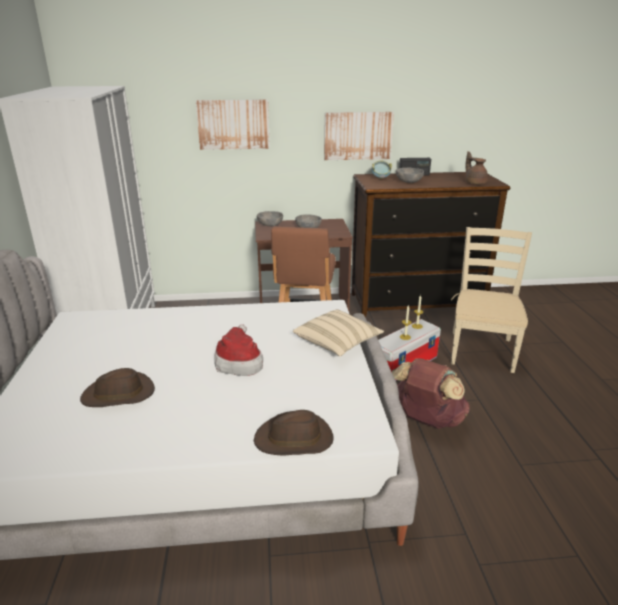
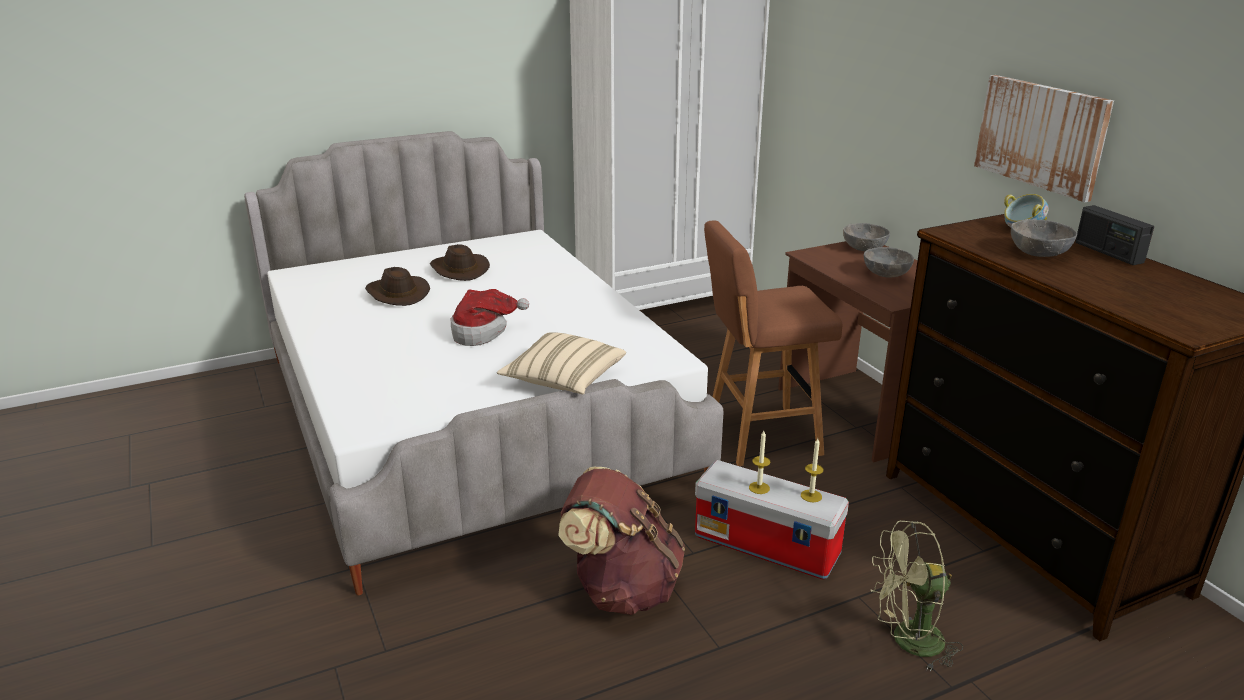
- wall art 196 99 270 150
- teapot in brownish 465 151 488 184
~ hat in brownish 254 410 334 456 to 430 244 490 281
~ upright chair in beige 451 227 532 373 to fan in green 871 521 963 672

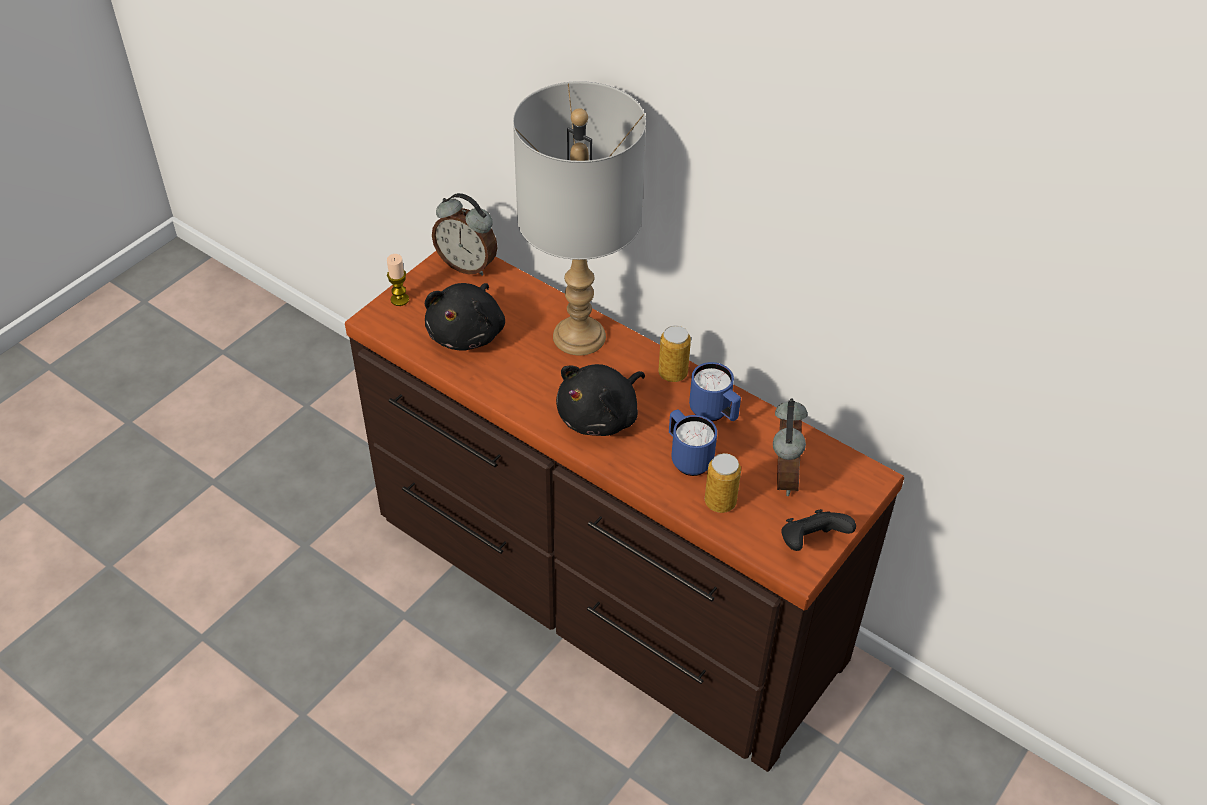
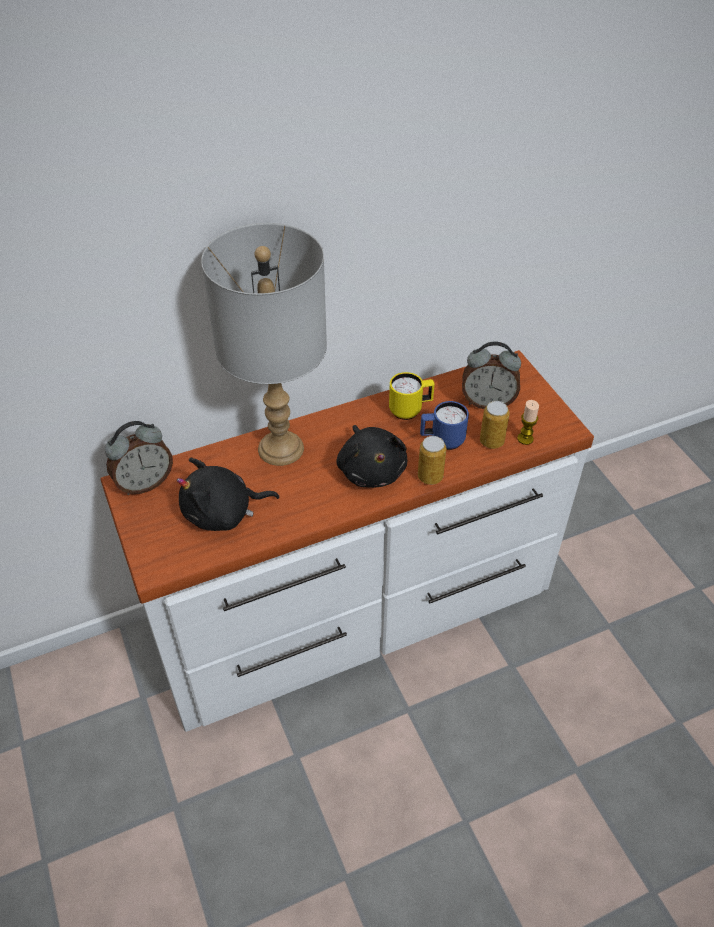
- joypad in black-coloured 781 509 856 551
~ wax light 387 254 409 306 to 517 400 539 445
~ metal can 658 325 691 382 to 418 436 446 485
~ drawer chest in brownish 345 251 904 772 to drawer chest in whitish 100 350 594 732
~ tea mug in blue-coloured 689 362 741 421 to tea mug in yellowish 389 372 435 420
~ plush toy in black-coloured 425 283 505 351 = 177 458 279 531 120 degrees clockwise
~ table clock 773 398 808 496 = 462 342 521 409 150 degrees clockwise

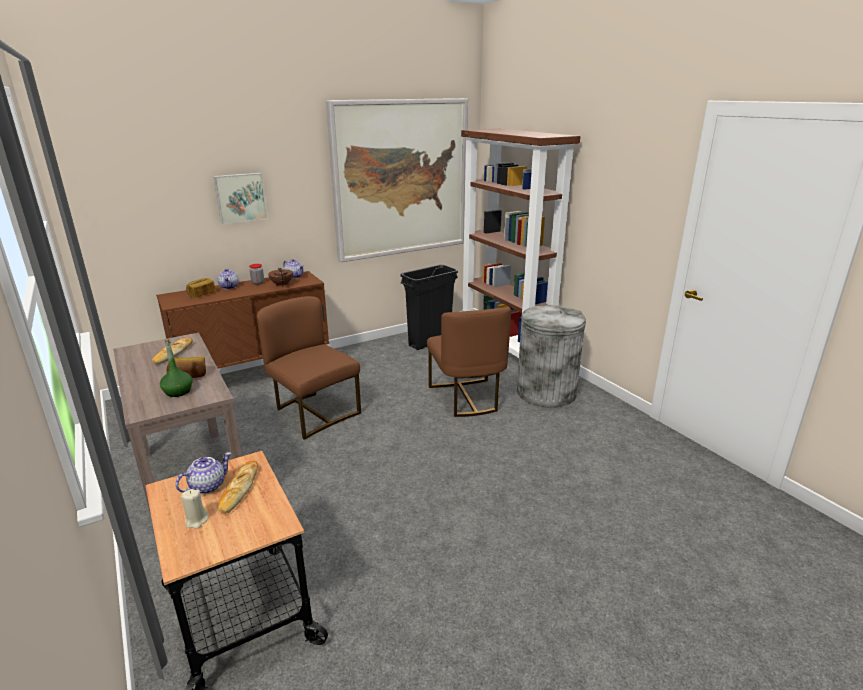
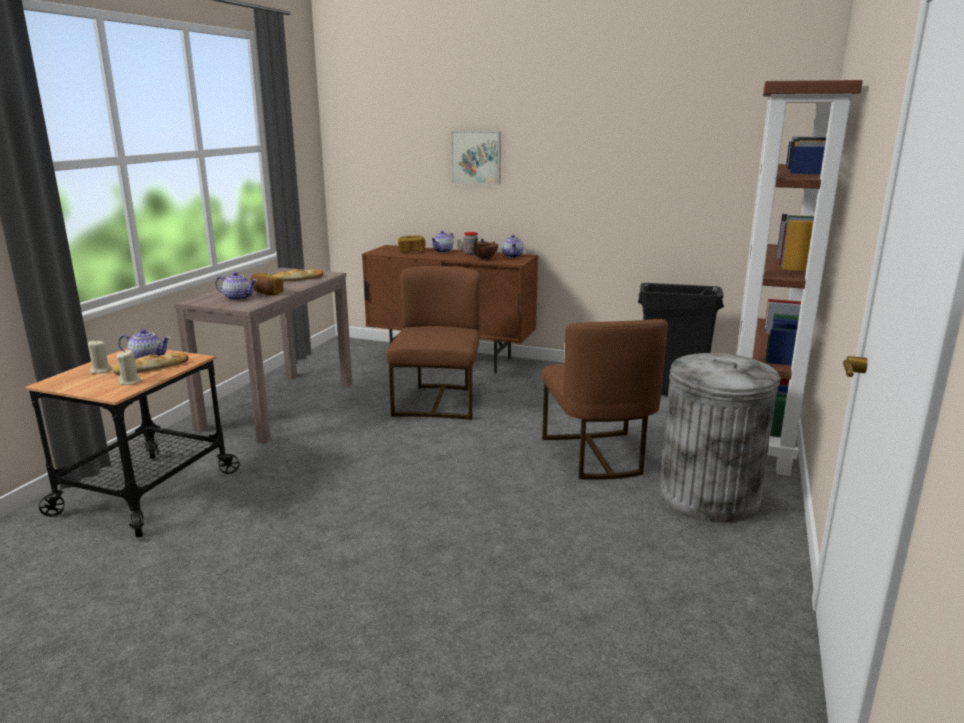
- wall art 326 98 468 262
+ wax light in beige 117 350 142 385
~ bottle in green 160 339 193 397 to teapot 215 272 257 301
~ upright chair in brownish 427 307 511 417 = 542 319 668 480 45 degrees counterclockwise

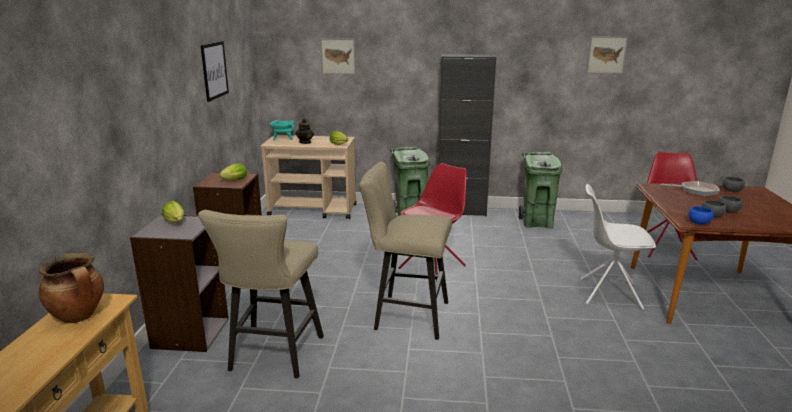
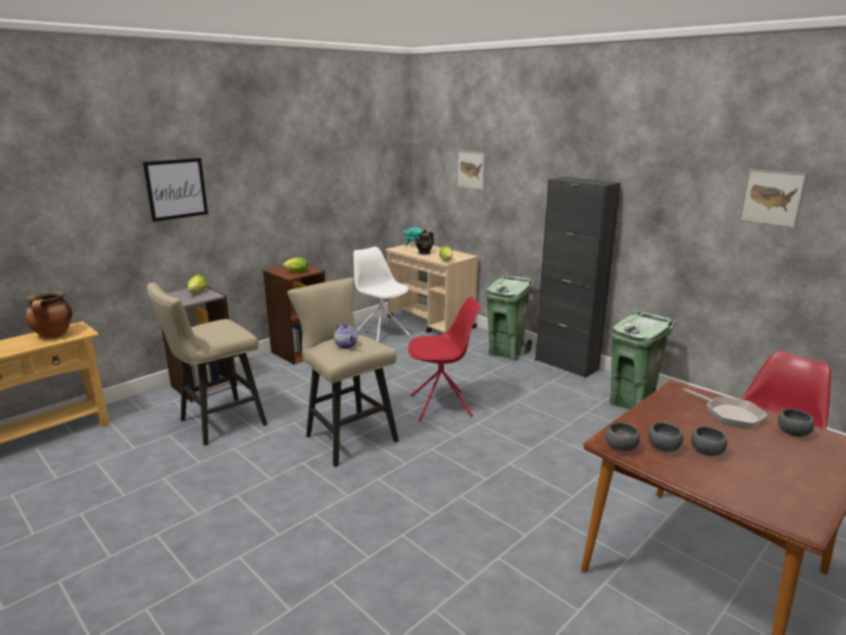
+ teapot 334 324 358 349
~ wall art 201 41 229 102 to 143 158 208 222
~ upright chair in whitish 580 184 656 310 to 354 247 410 342
~ serving bowl in blue-coloured 688 206 714 224 to serving bowl in grey 606 422 640 451

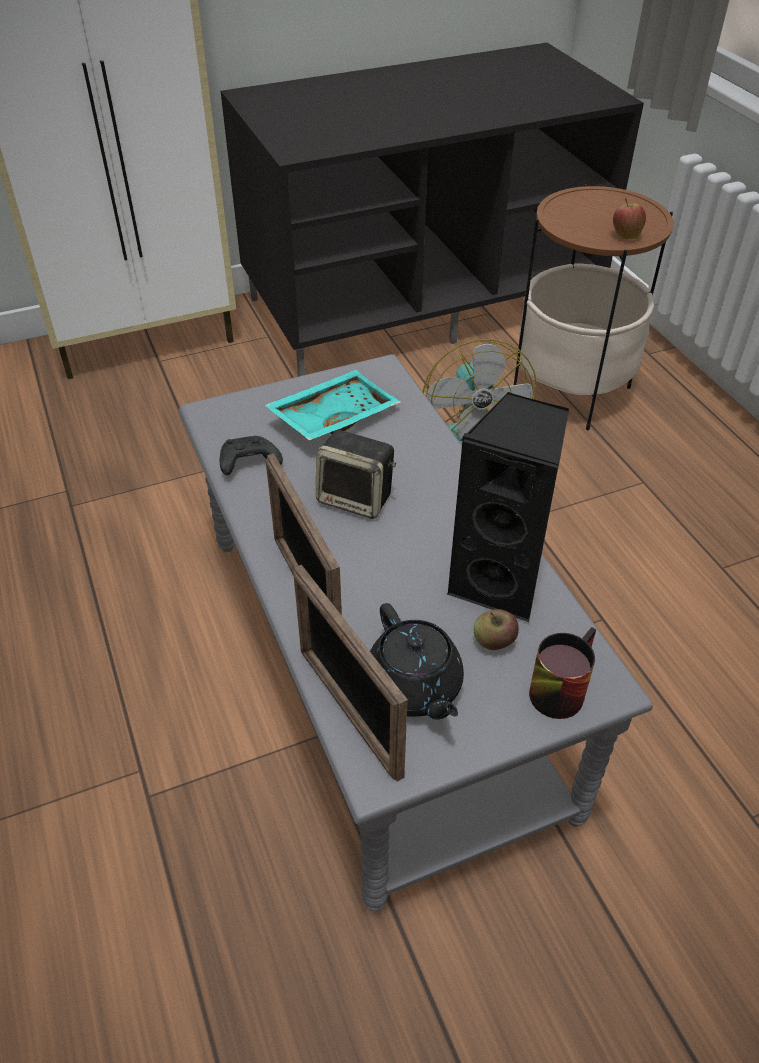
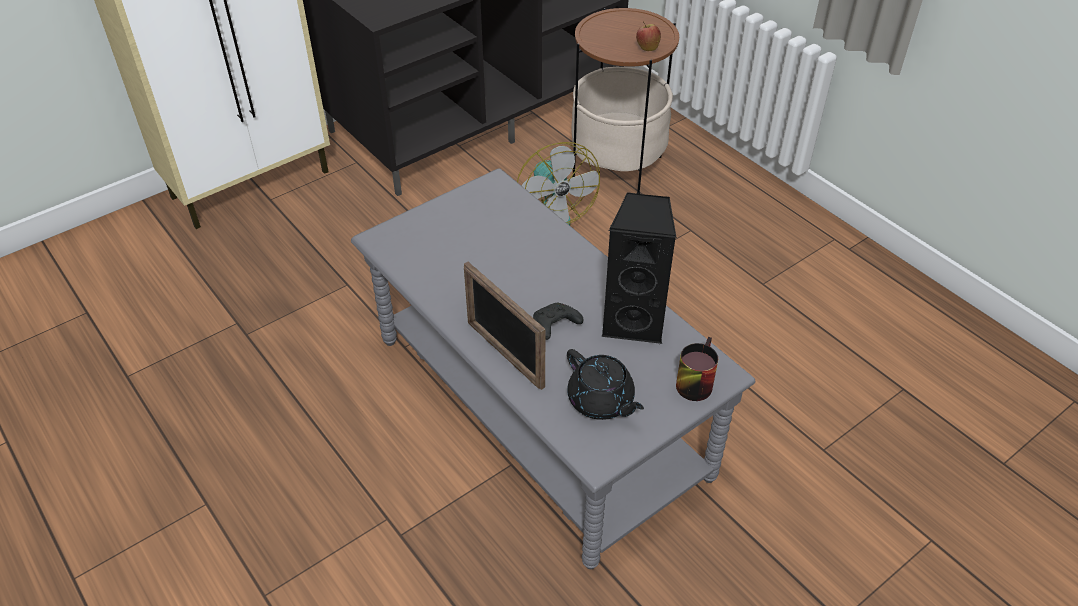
- carrying tray in turquoise-coloured 265 370 401 441
- standing frame 293 565 408 782
- loudspeaker 316 430 396 519
- apple 474 609 519 650
~ joypad in black-coloured 220 436 283 475 to 533 303 583 340

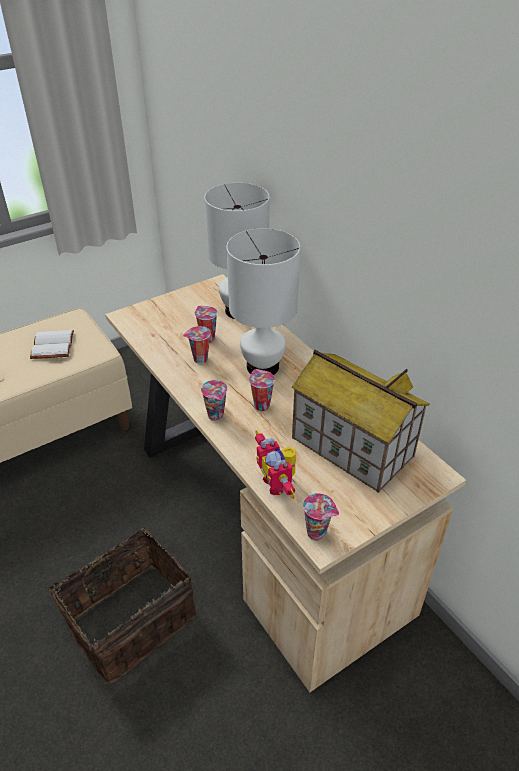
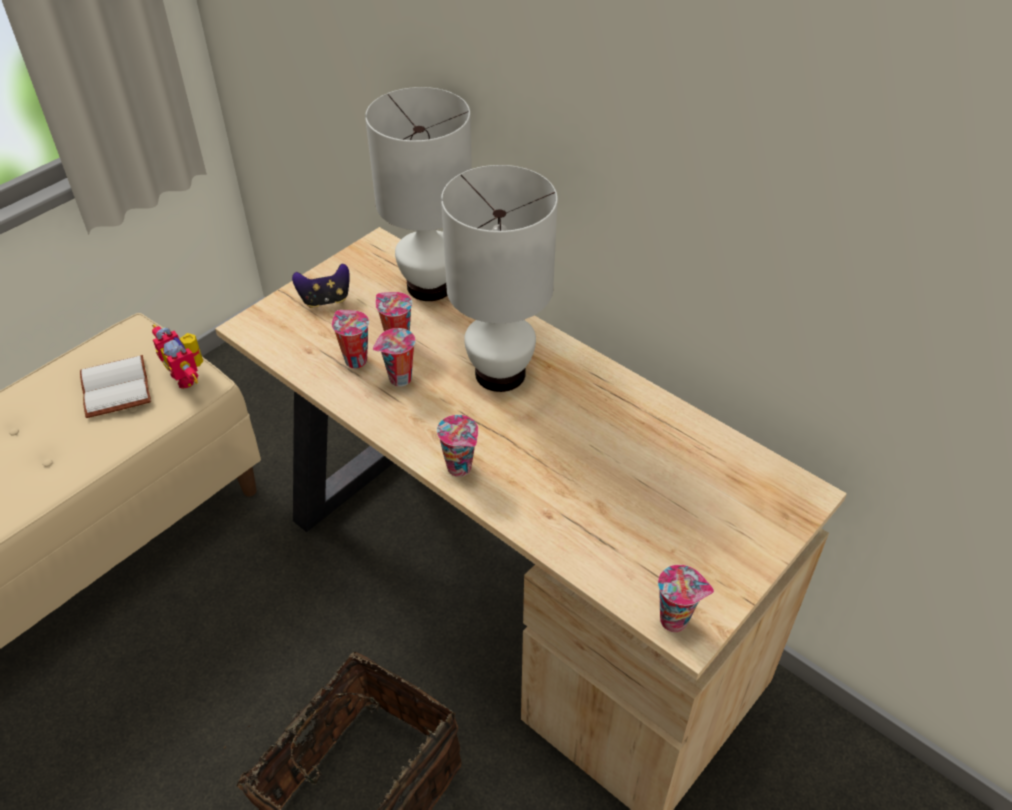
- toy house 292 350 430 493
+ joypad 292 264 350 308
~ small cup 249 369 275 411 to 332 310 369 368
~ model robot 255 430 296 499 to 152 324 203 389

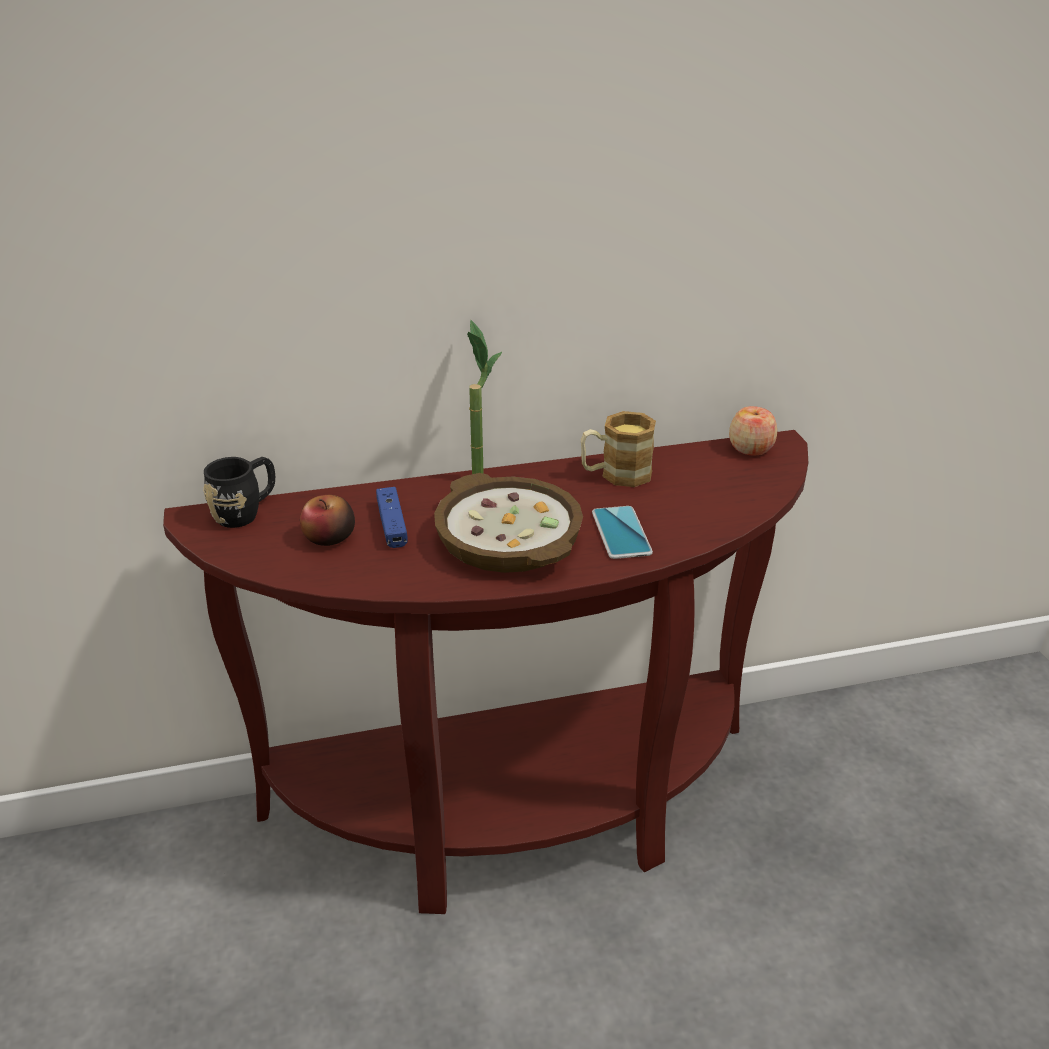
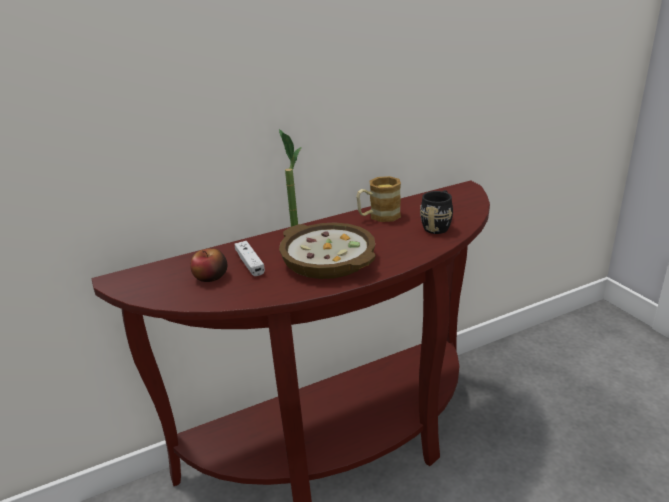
- phone 592 506 653 559
- apple 729 406 777 455
~ tea mug in black-coloured 203 457 275 528 to 420 190 453 234
~ joypad in blue-coloured 376 487 407 548 to joypad in whitish 235 241 265 276

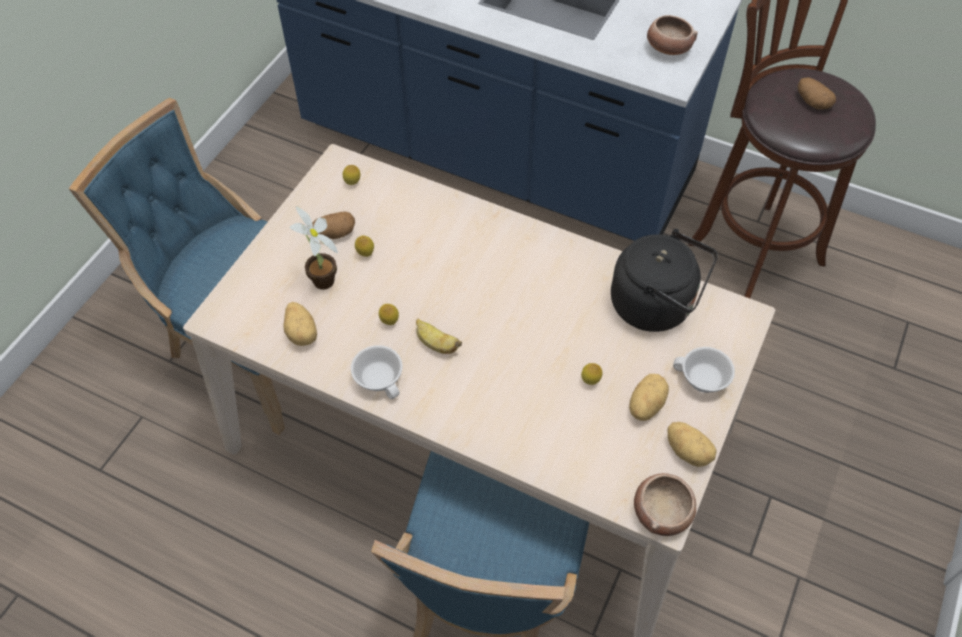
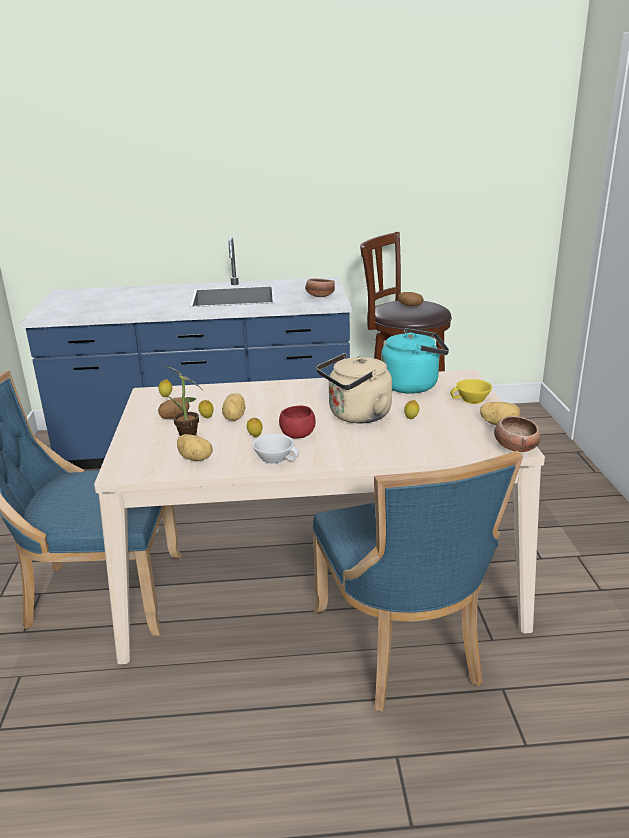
+ tea kettle in beige 316 353 392 423
~ whole potato 629 374 669 421 to 222 393 245 421
~ whole banana 416 319 462 354 to serving bowl in reddish 279 406 316 439
~ tea kettle in black-coloured 611 229 718 332 to tea kettle in turquoise-coloured 381 328 449 393
~ small cup in whitish 673 347 735 393 to small cup in yellowish 450 379 492 404

